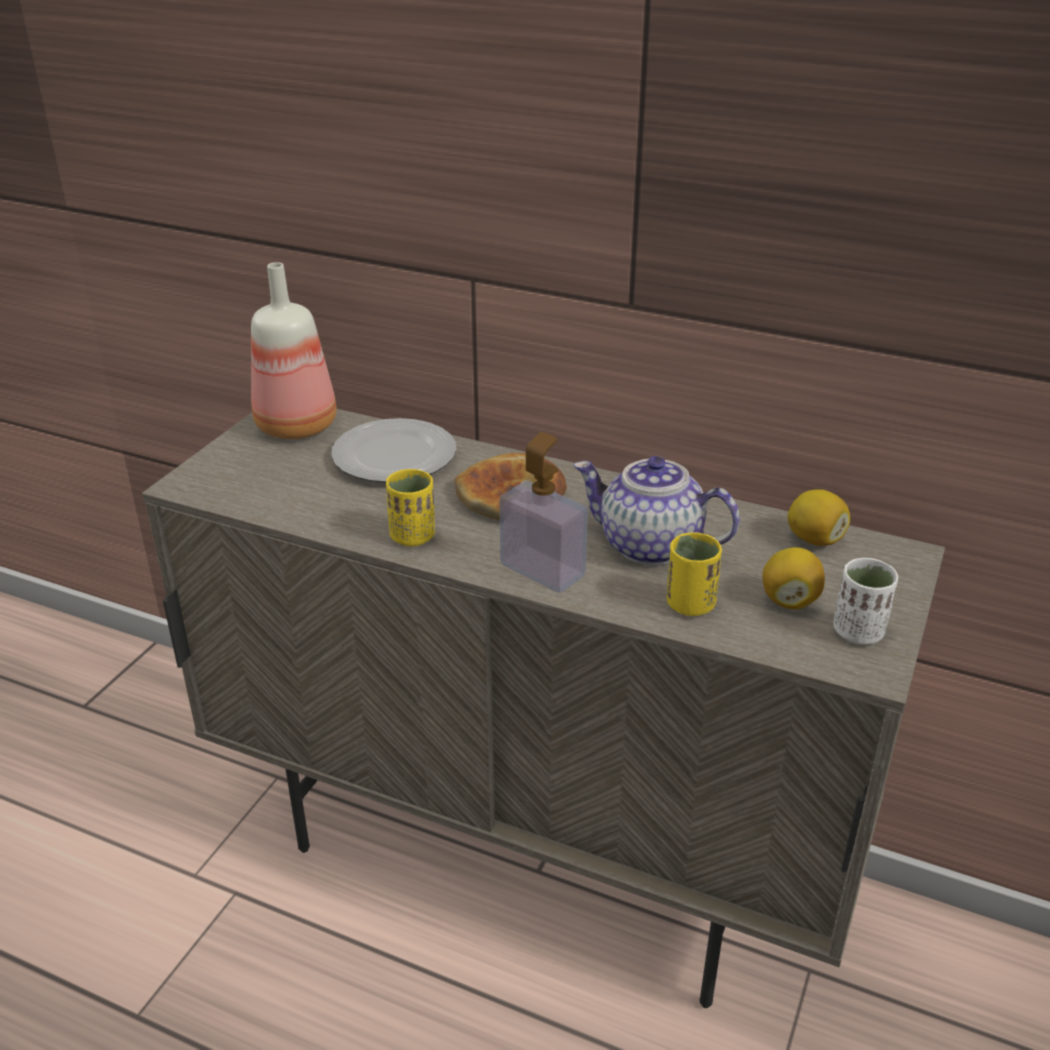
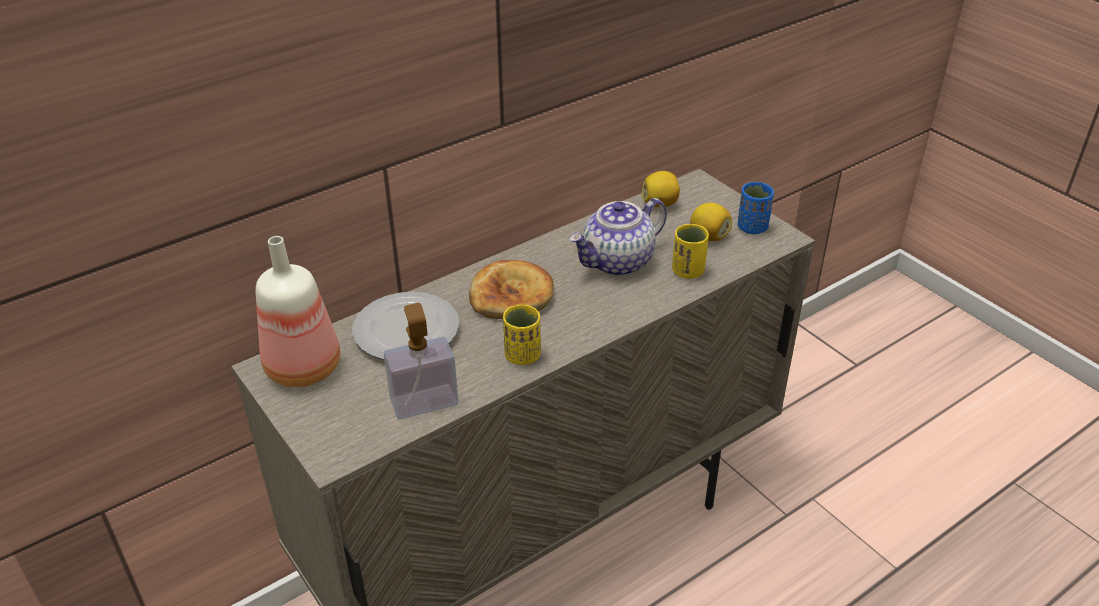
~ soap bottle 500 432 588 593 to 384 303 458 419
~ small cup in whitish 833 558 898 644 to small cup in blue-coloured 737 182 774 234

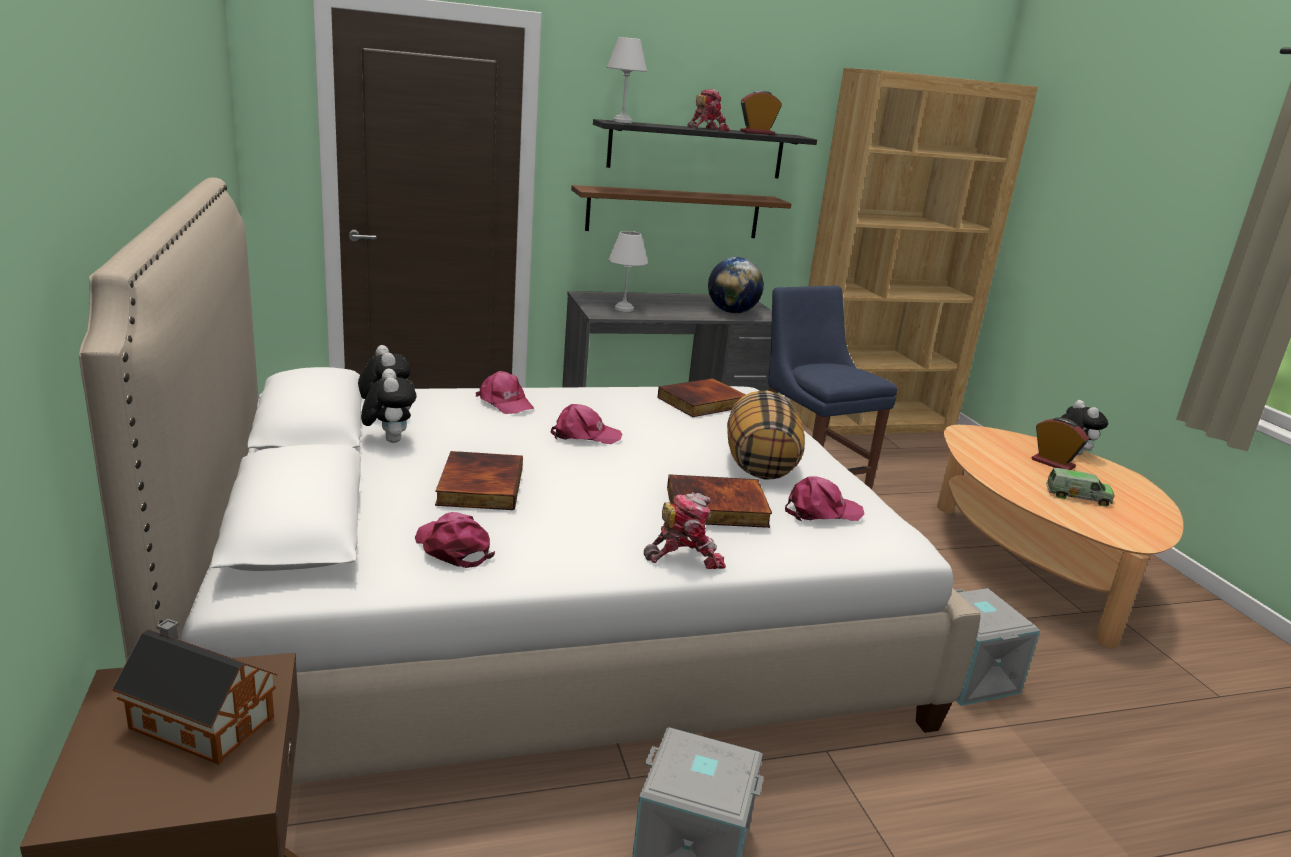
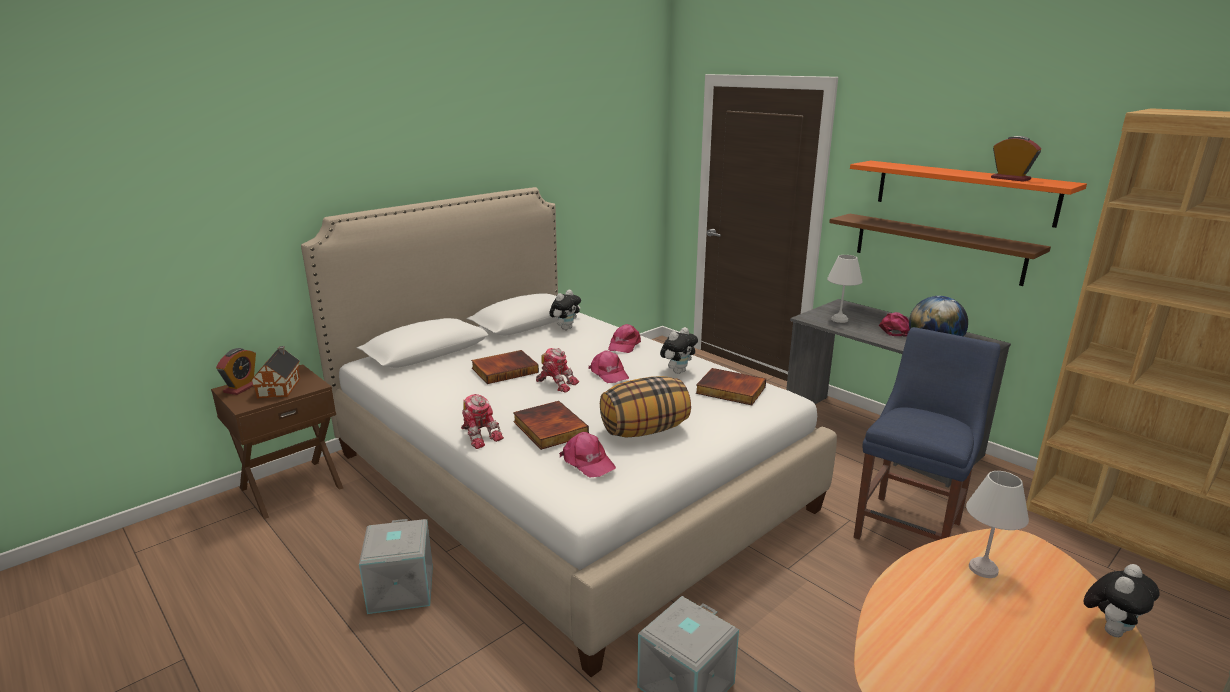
- model truck 1046 468 1115 507
~ plush toy 361 369 416 443 to 660 327 698 374
~ baseball cap in pink-coloured 415 512 495 568 to 879 312 910 337
~ tabletop lamp in whitish 607 37 647 123 to 966 471 1029 578
~ model robot 687 89 730 131 to 536 348 579 392
~ table clock 1031 417 1089 470 to 216 348 256 395
~ wall shelf in black-coloured 593 119 817 178 to wall shelf in orange-coloured 850 161 1087 228

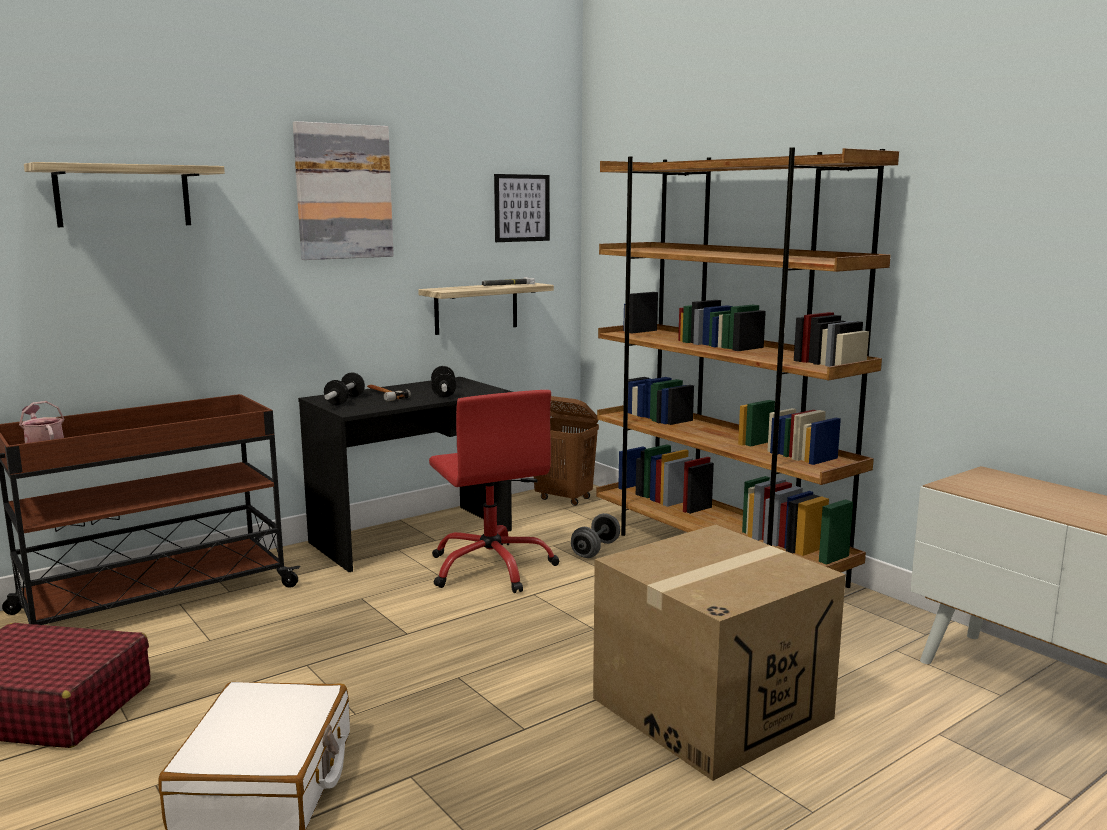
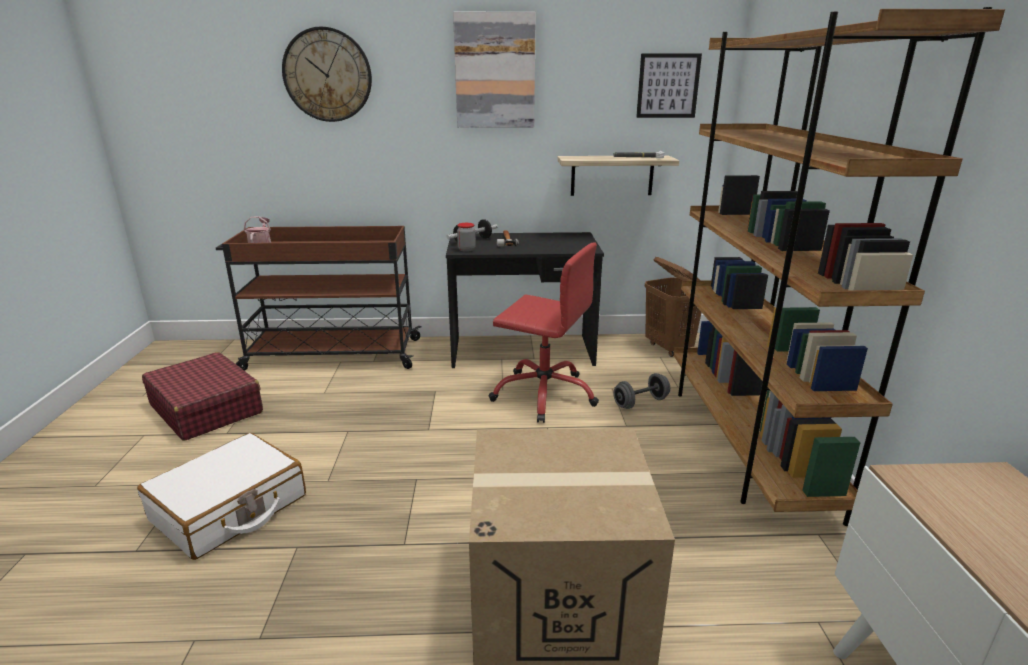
- free weight 431 366 456 397
+ preserve jar 457 223 476 252
~ wall shelf 24 162 225 227 to clock on the wall 282 27 372 122
~ computer chair in reddish 429 390 559 593 = 489 242 599 423 75 degrees counterclockwise

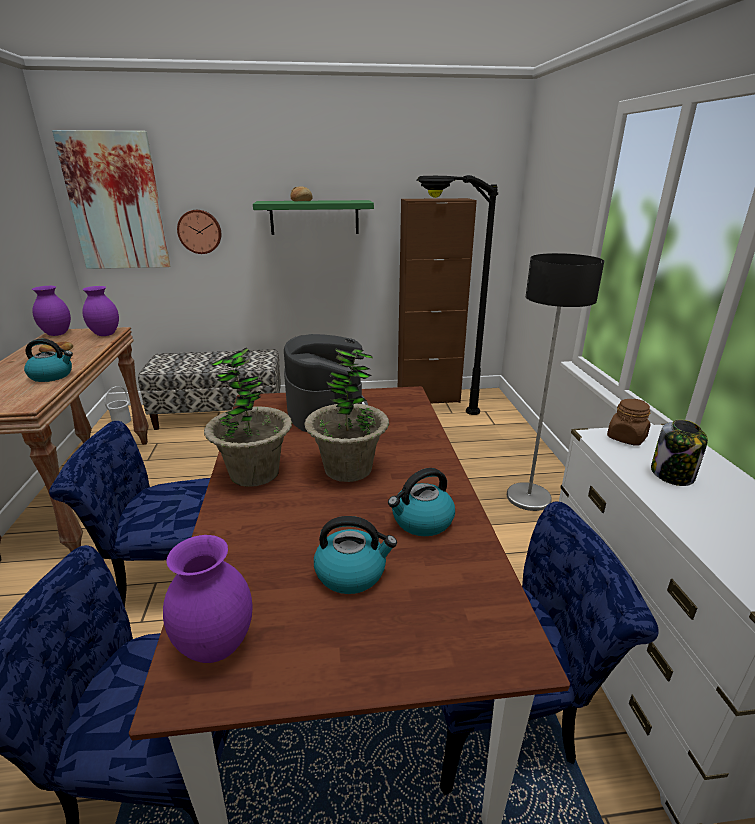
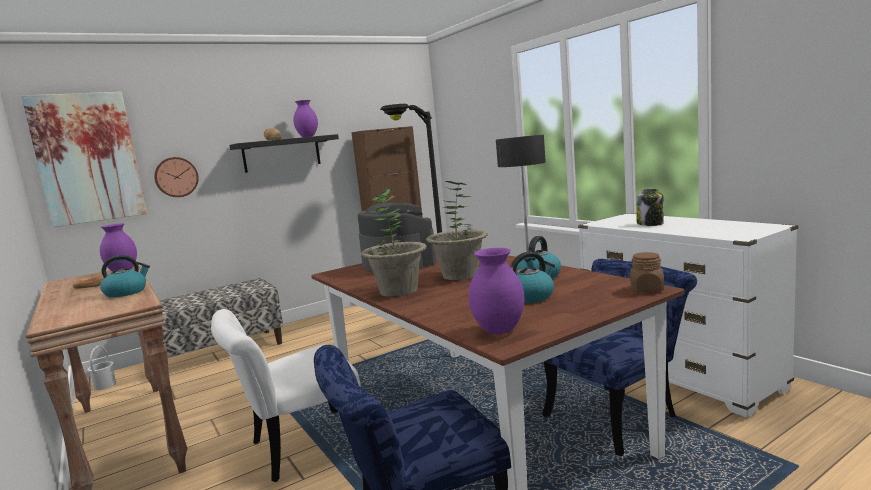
~ flower vase in purplish 32 286 71 336 to 293 100 318 137
~ preserve jar in brownish 607 399 651 446 to 630 252 664 292
~ upright chair in blue-coloured 49 421 210 607 to upright chair in whitish 211 309 361 482
~ wall shelf in green 253 200 374 235 to wall shelf in black-coloured 229 134 339 173

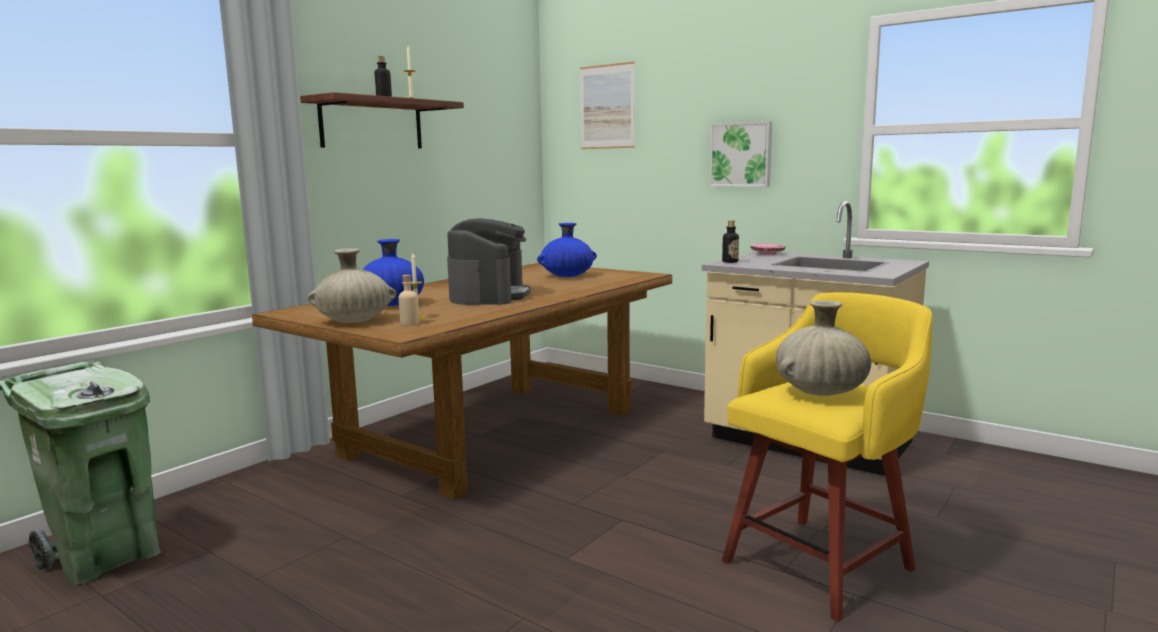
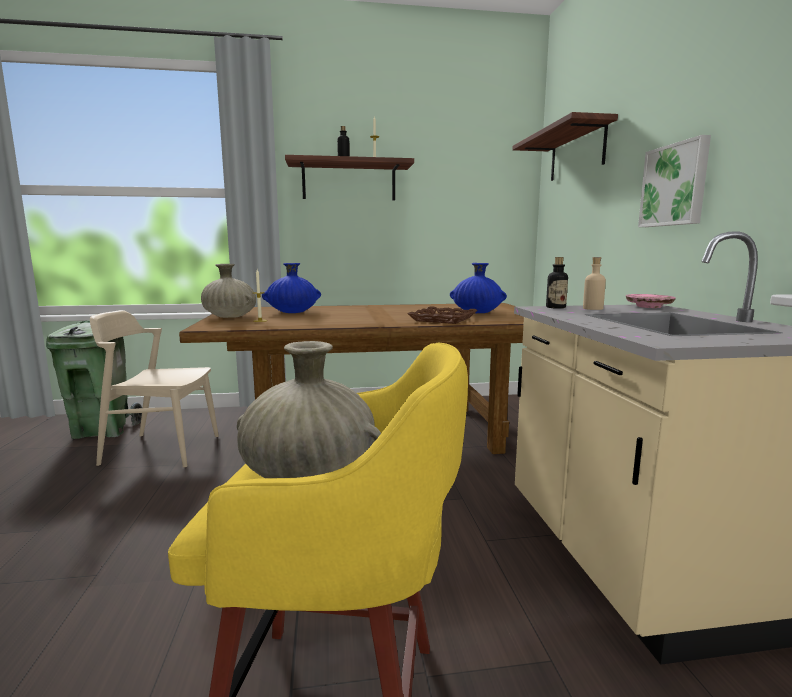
- coffee maker 447 218 531 305
+ upright chair in beige 90 310 219 467
+ carrying tray in brownish 408 306 477 324
~ bottle in beige 398 275 419 326 to 583 257 606 310
~ wall art 580 62 635 149 to wall shelf 512 112 618 181

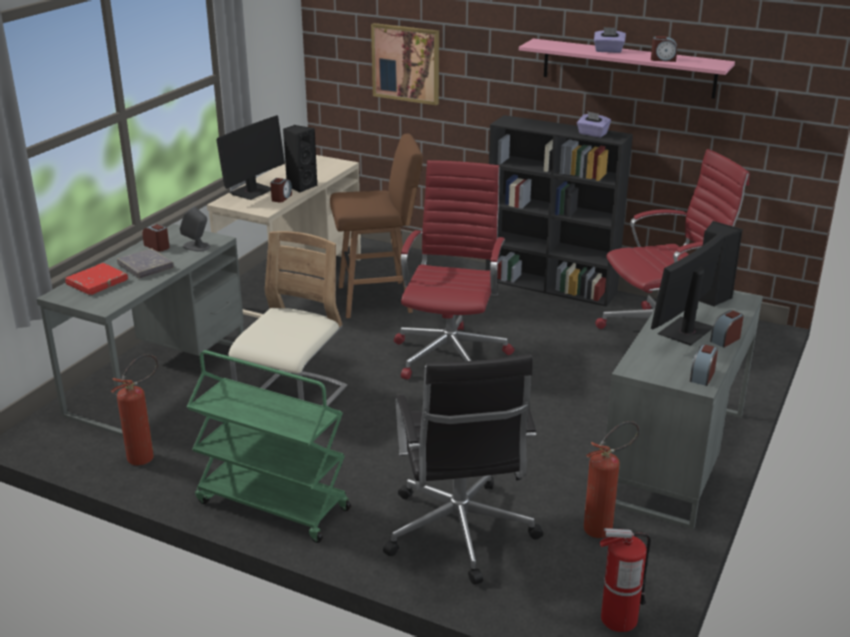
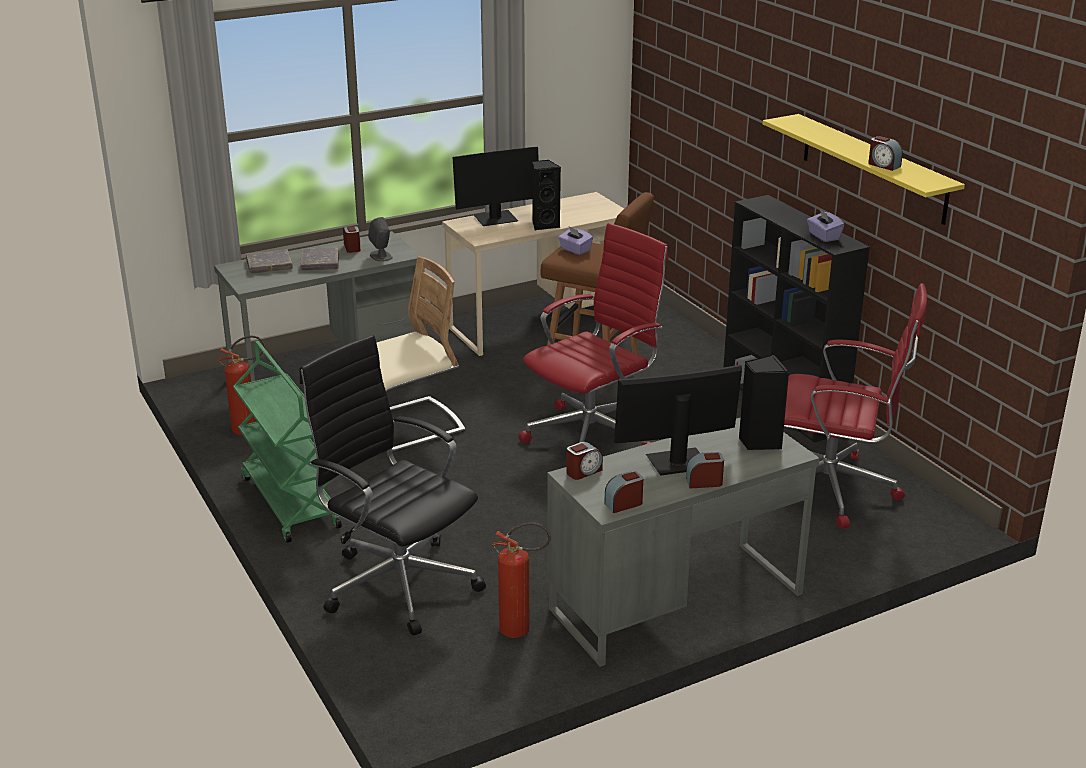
- wall art 371 23 439 105
- fire extinguisher 599 528 651 632
~ table clock 270 178 292 203 to 566 442 603 480
~ tissue box in purplish 594 27 626 53 to 558 227 593 255
~ bound book in reddish 65 263 128 295 to bound book in grey 246 249 293 274
~ wall shelf in pink-coloured 519 38 735 99 to wall shelf in yellowish 763 114 965 225
~ computer chair in black-coloured 383 354 543 585 = 300 335 486 635 105 degrees clockwise

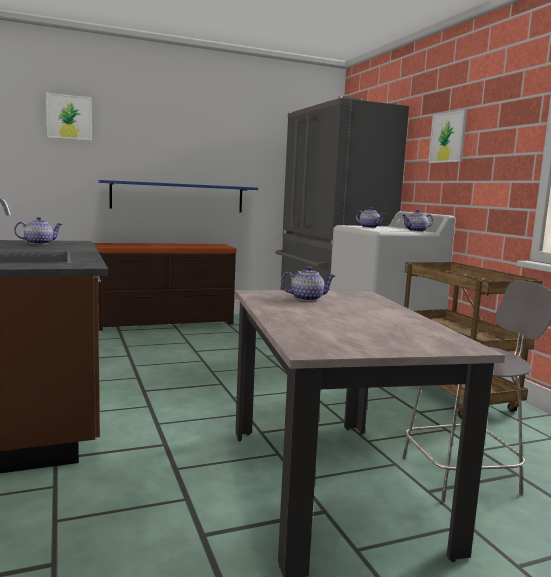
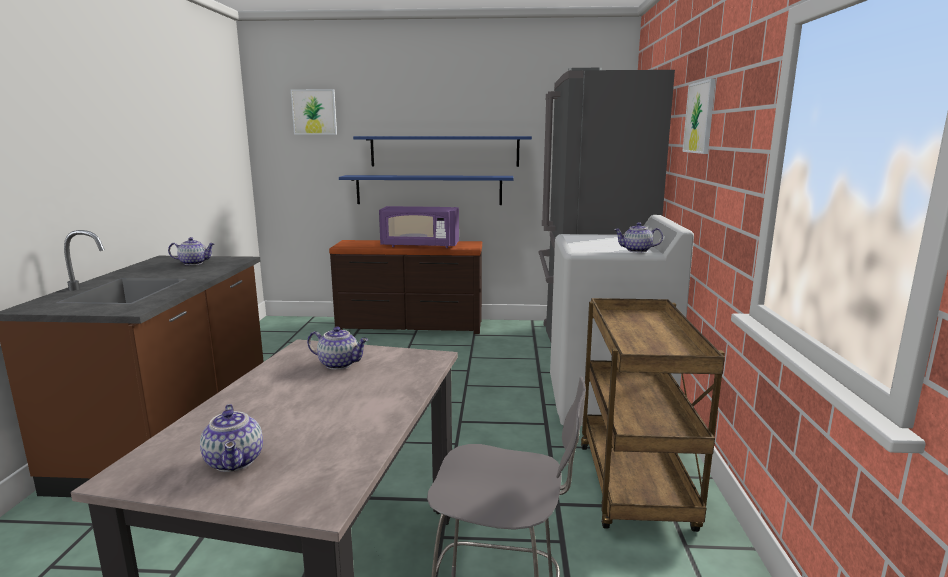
+ wall shelf in blue-coloured 353 136 532 167
+ microwave in purplish 379 206 459 248
~ teapot 356 207 385 228 to 200 404 263 472

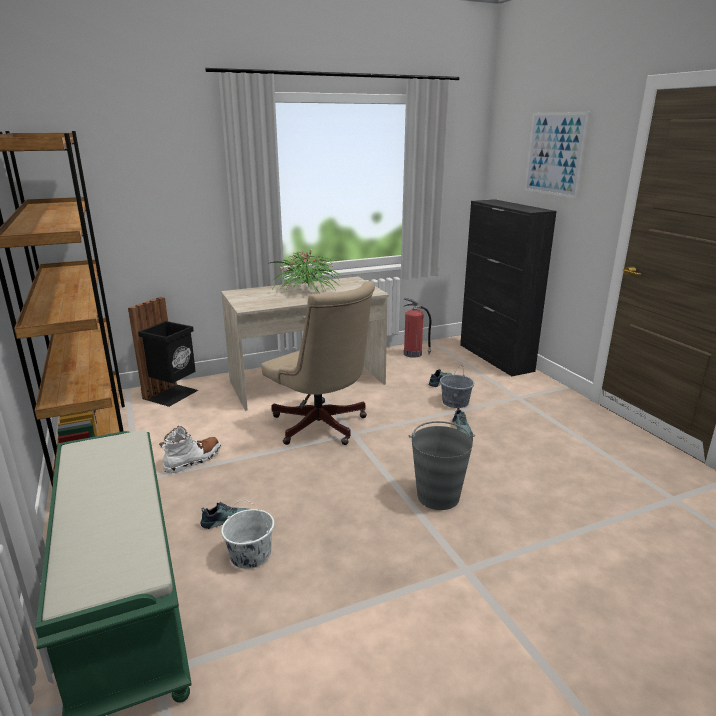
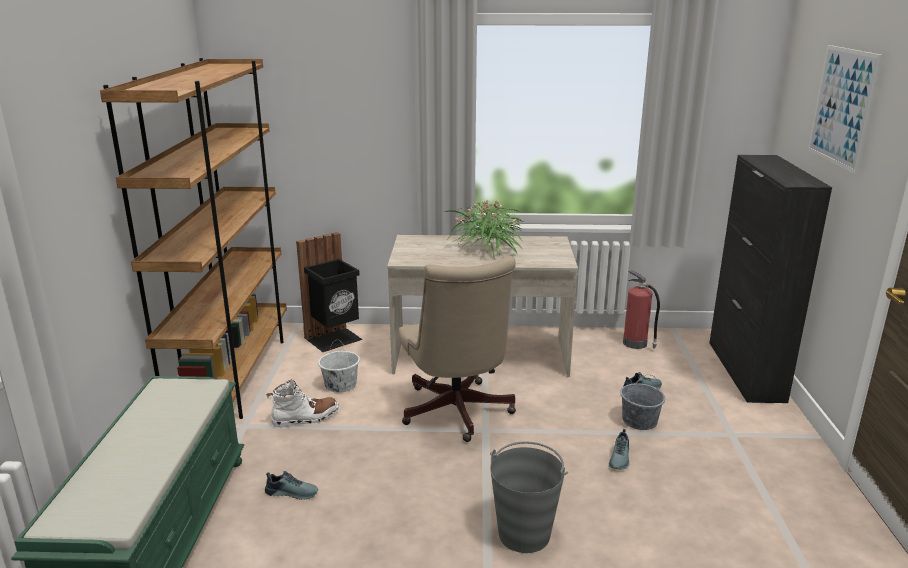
~ bucket in whitish 221 501 275 569 to 318 340 360 392

